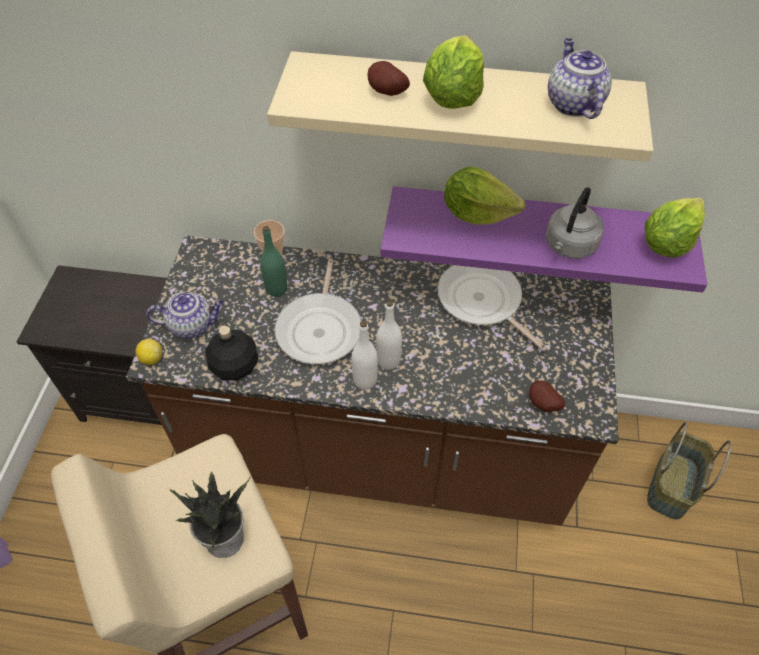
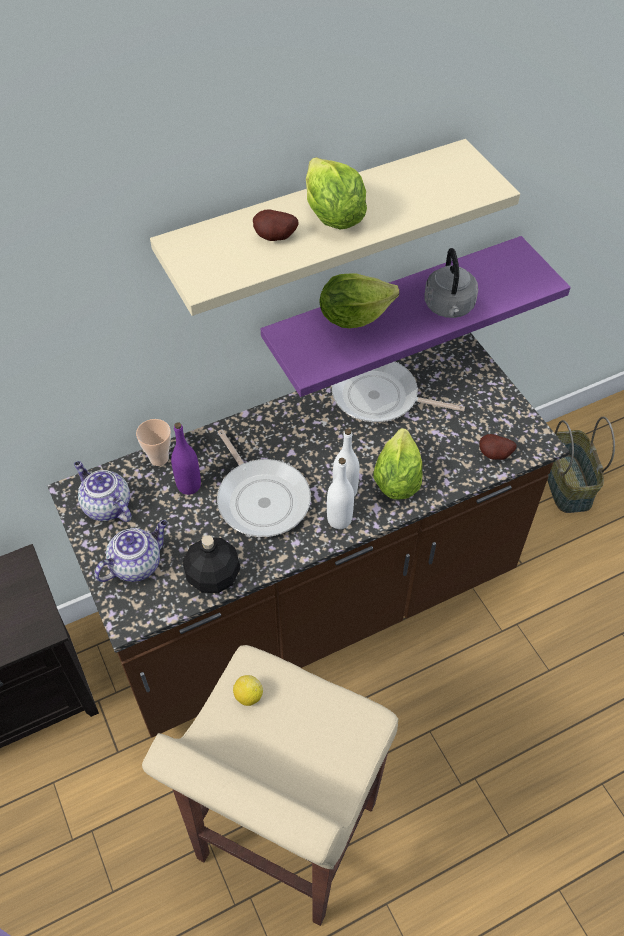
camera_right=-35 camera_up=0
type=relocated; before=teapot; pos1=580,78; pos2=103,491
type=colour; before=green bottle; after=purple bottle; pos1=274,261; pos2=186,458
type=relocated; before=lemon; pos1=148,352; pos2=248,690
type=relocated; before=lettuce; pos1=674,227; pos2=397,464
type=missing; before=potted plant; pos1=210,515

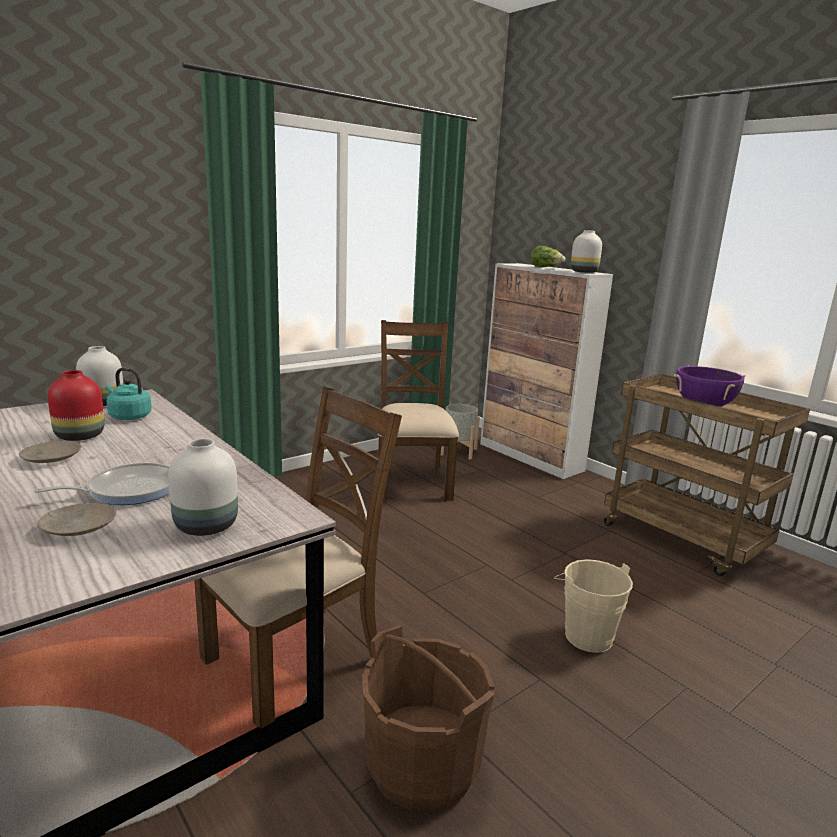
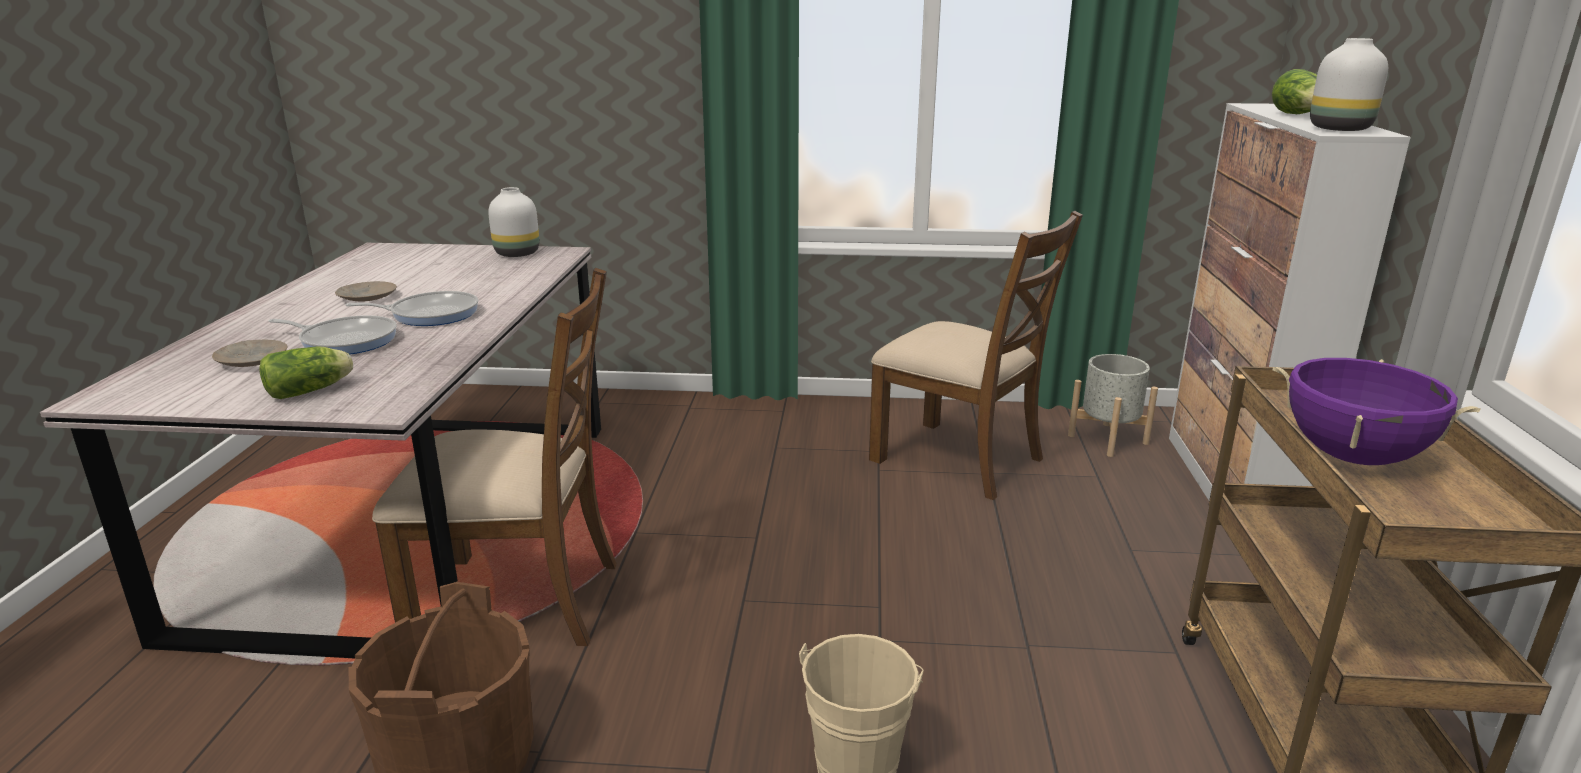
camera_right=45 camera_up=5
type=exchanged; before=white vase; after=lettuce; pos1=203,487; pos2=306,372
type=appeared; after=frying pan; pos2=411,308
type=spun; before=brown chair; pos1=418,410; pos2=976,355; turn=90
type=missing; before=red vase; pos1=76,405
type=missing; before=turquoise kettle; pos1=128,394

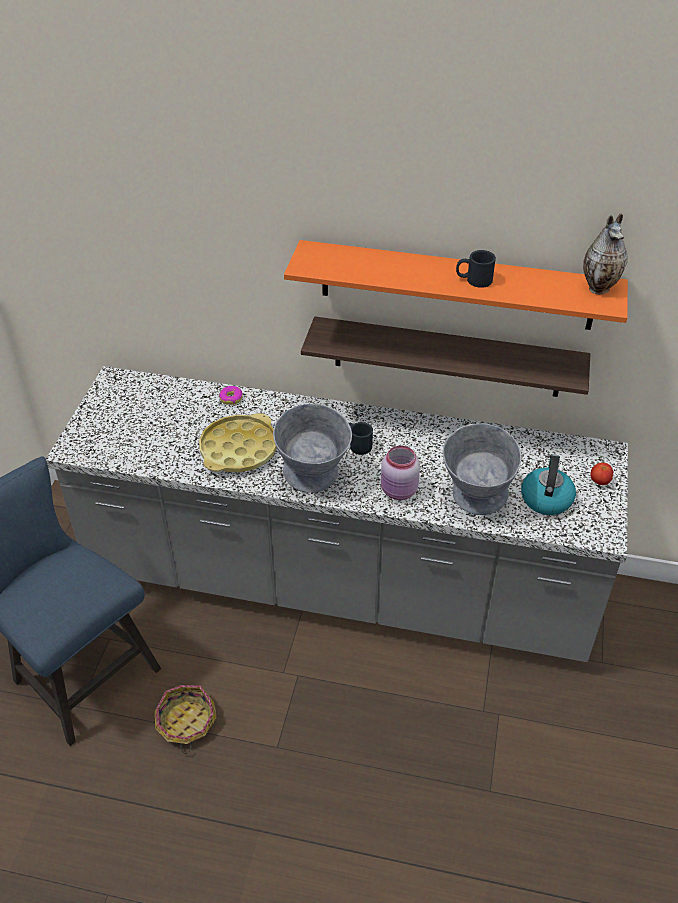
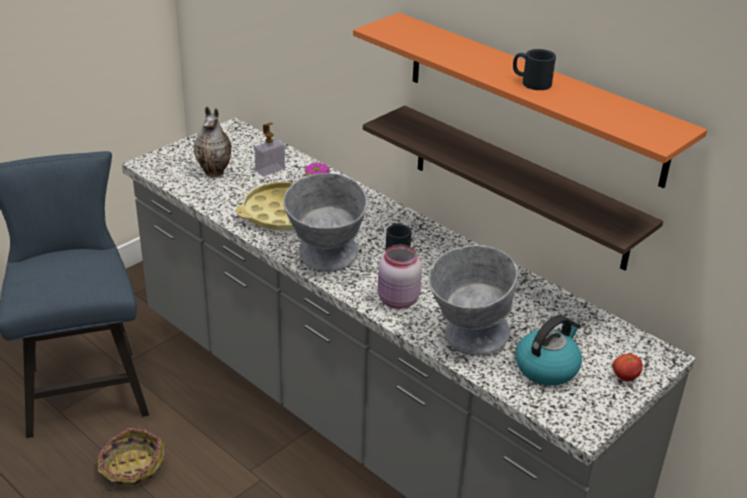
camera_right=30 camera_up=-10
type=relocated; before=vase; pos1=605,253; pos2=212,142
type=appeared; after=soap dispenser; pos2=269,149

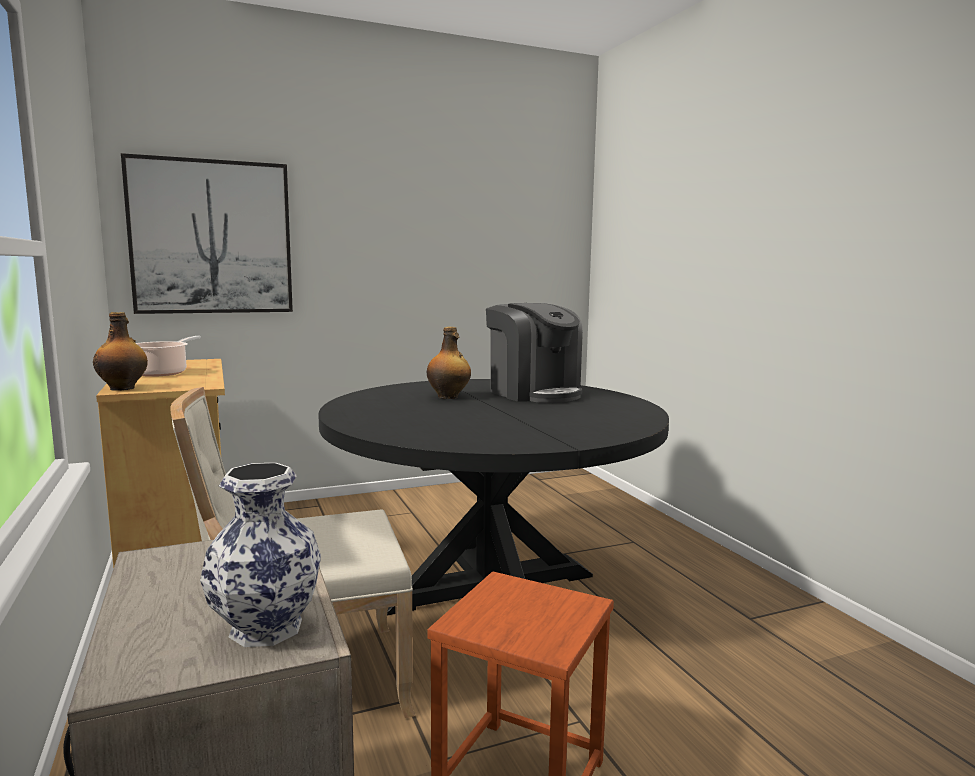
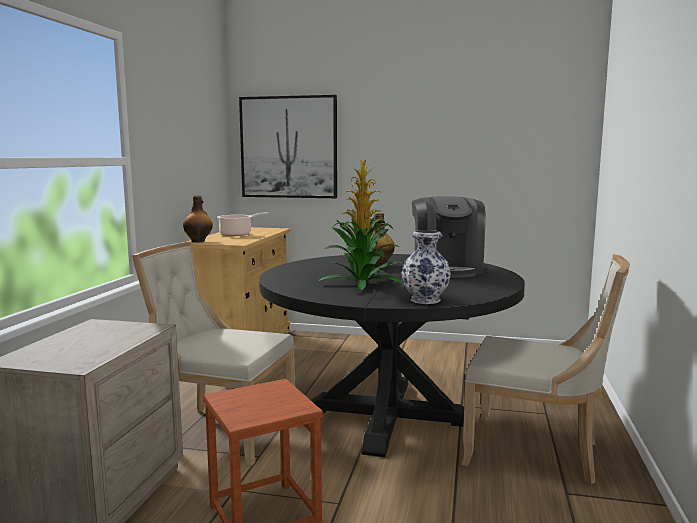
camera_right=35 camera_up=0
type=appeared; after=potted plant; pos2=360,224
type=relocated; before=vase; pos1=260,555; pos2=426,267
type=appeared; after=beige chair; pos2=545,369

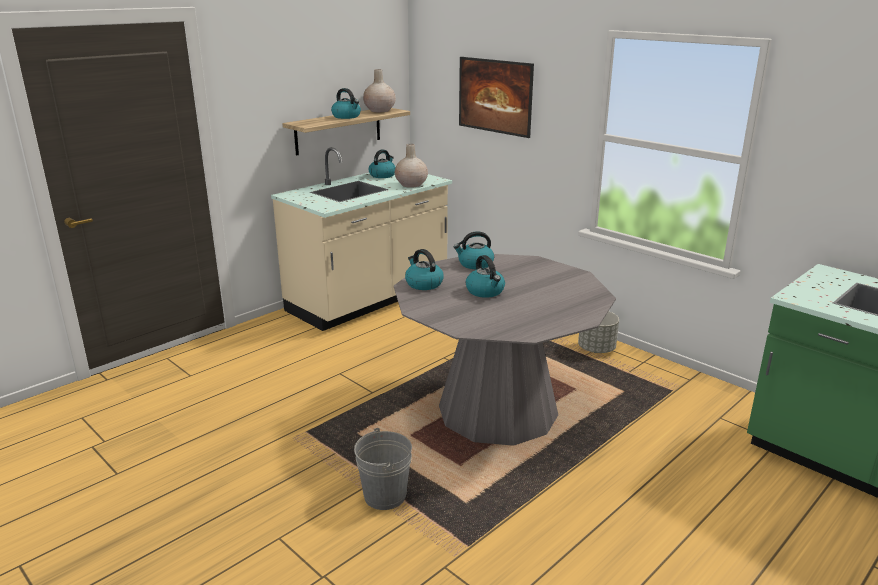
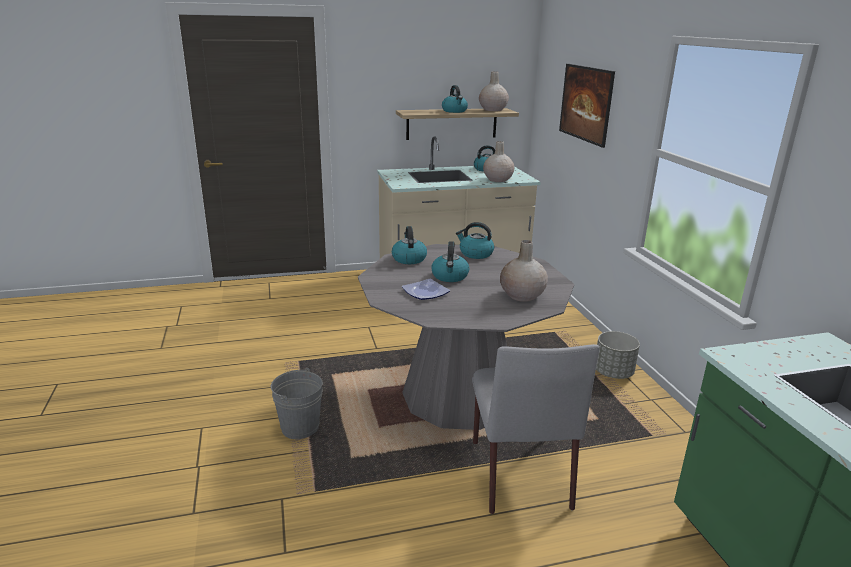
camera_right=30 camera_up=0
type=appeared; after=plate; pos2=426,289
type=appeared; after=grey chair; pos2=536,429
type=appeared; after=beige vase; pos2=524,271

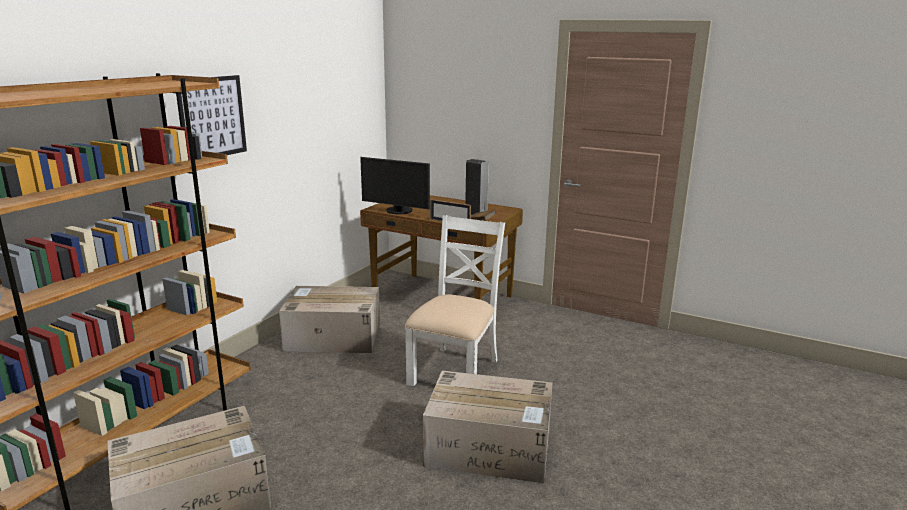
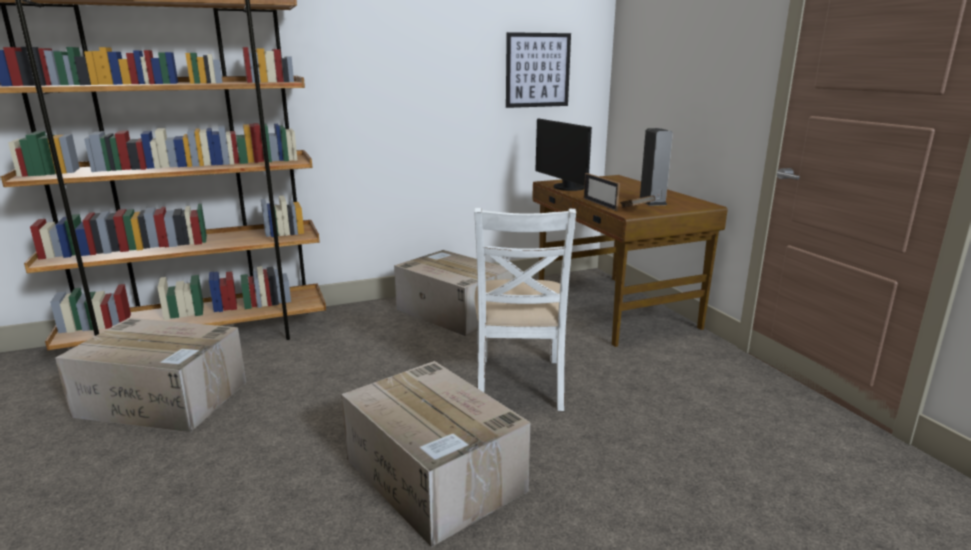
camera_right=40 camera_up=0
type=spun; before=white chair; pos1=455,300; pos2=525,309; turn=120
type=relocated; before=picture; pos1=211,115; pos2=538,70

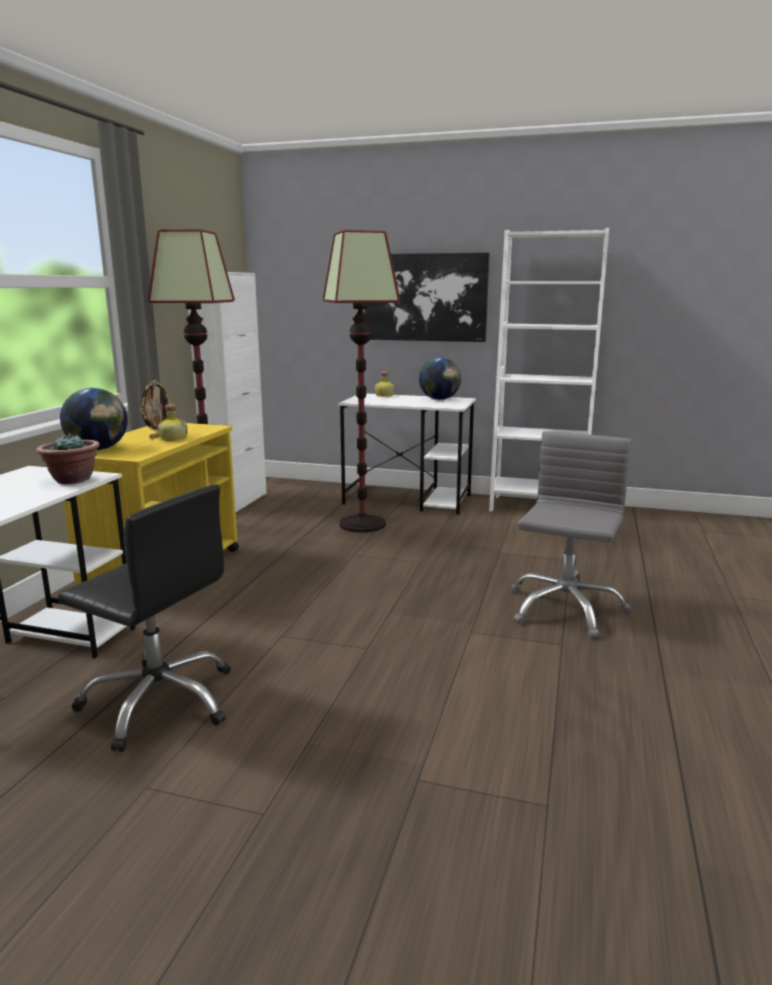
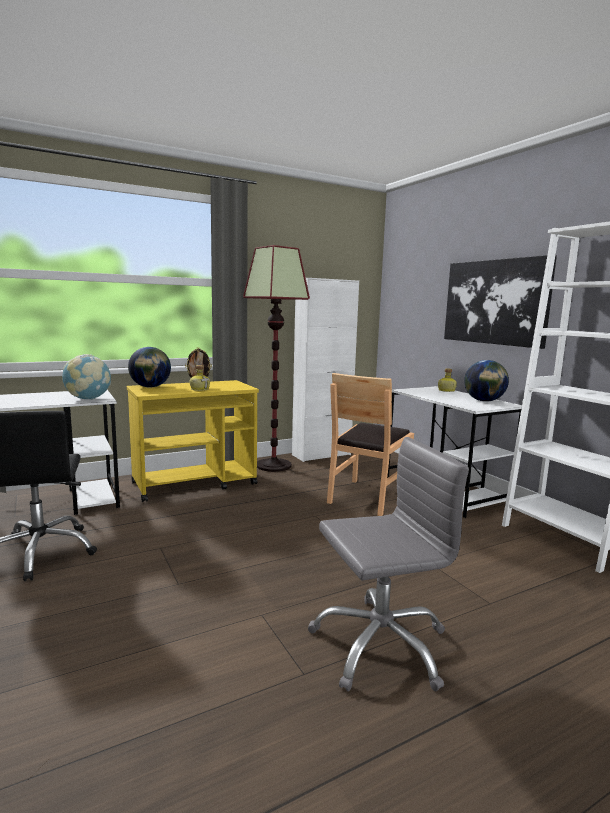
camera_right=45 camera_up=-5
type=exchanged; before=potted plant; after=globe; pos1=68,458; pos2=86,377
type=exchanged; before=floor lamp; after=brown chair; pos1=361,381; pos2=370,444

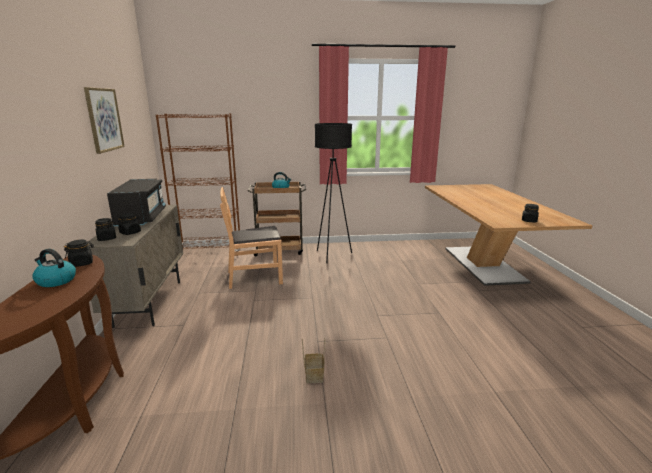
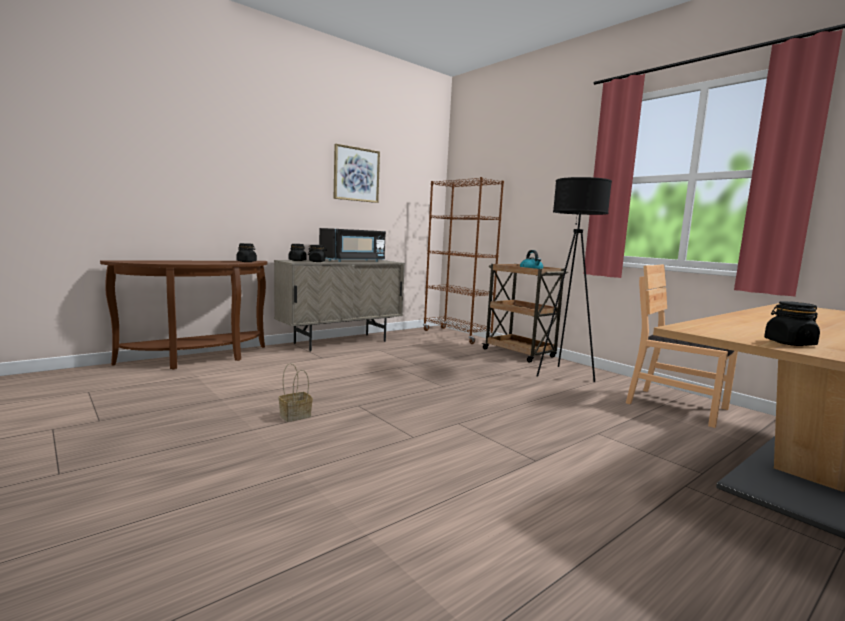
camera_right=55 camera_up=-10
type=relocated; before=brown chair; pos1=251,238; pos2=682,346
type=missing; before=kettle; pos1=54,268

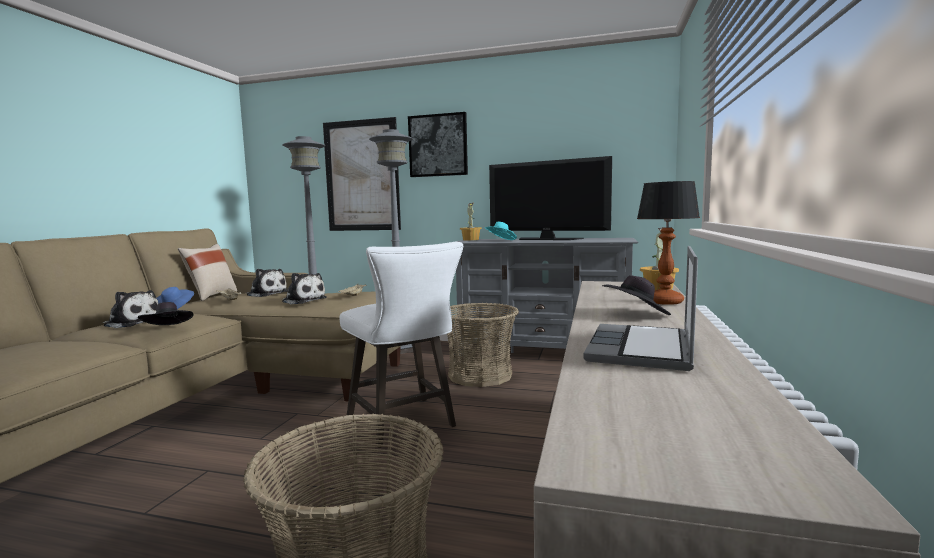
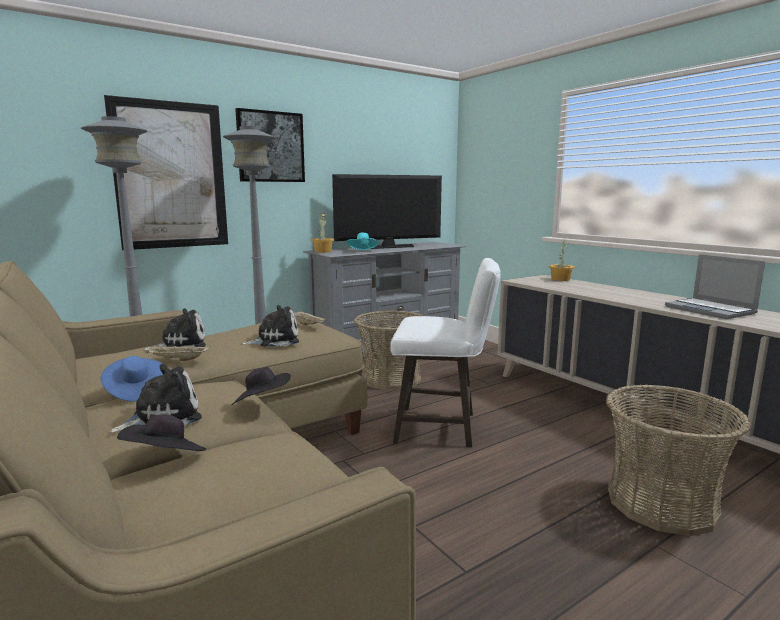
camera_right=-50 camera_up=5
type=relocated; before=black hat; pos1=636,295; pos2=161,432
type=missing; before=beige pillow; pos1=207,272
type=missing; before=table lamp; pos1=668,243

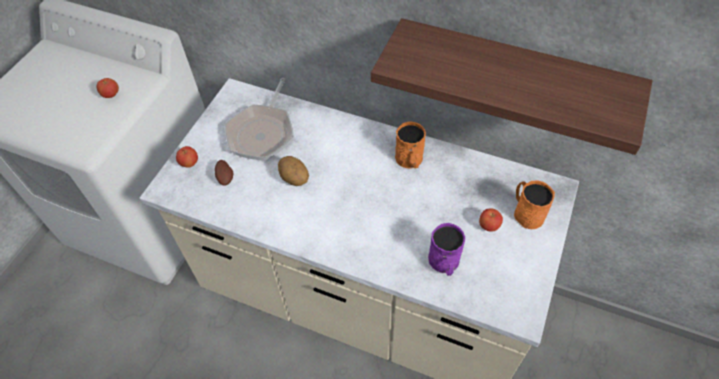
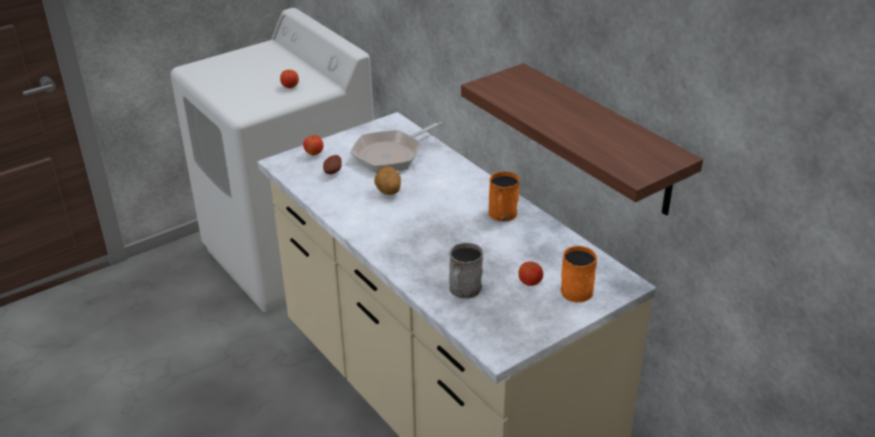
camera_right=30 camera_up=-20
type=colour; before=purple mug; after=grey mug; pos1=446,249; pos2=466,271

